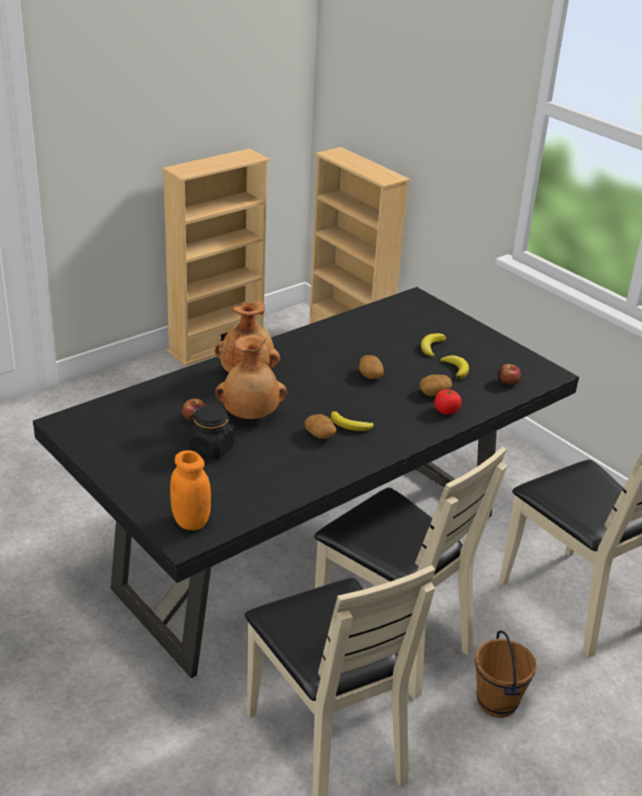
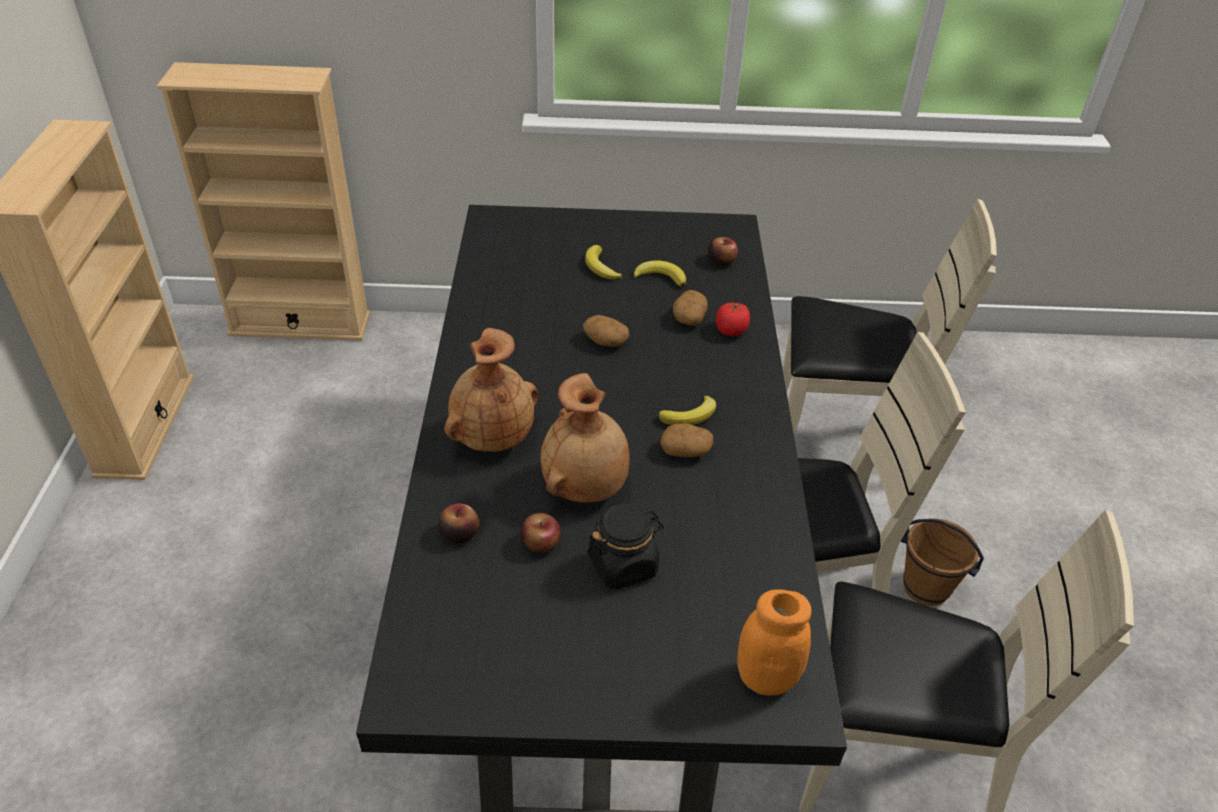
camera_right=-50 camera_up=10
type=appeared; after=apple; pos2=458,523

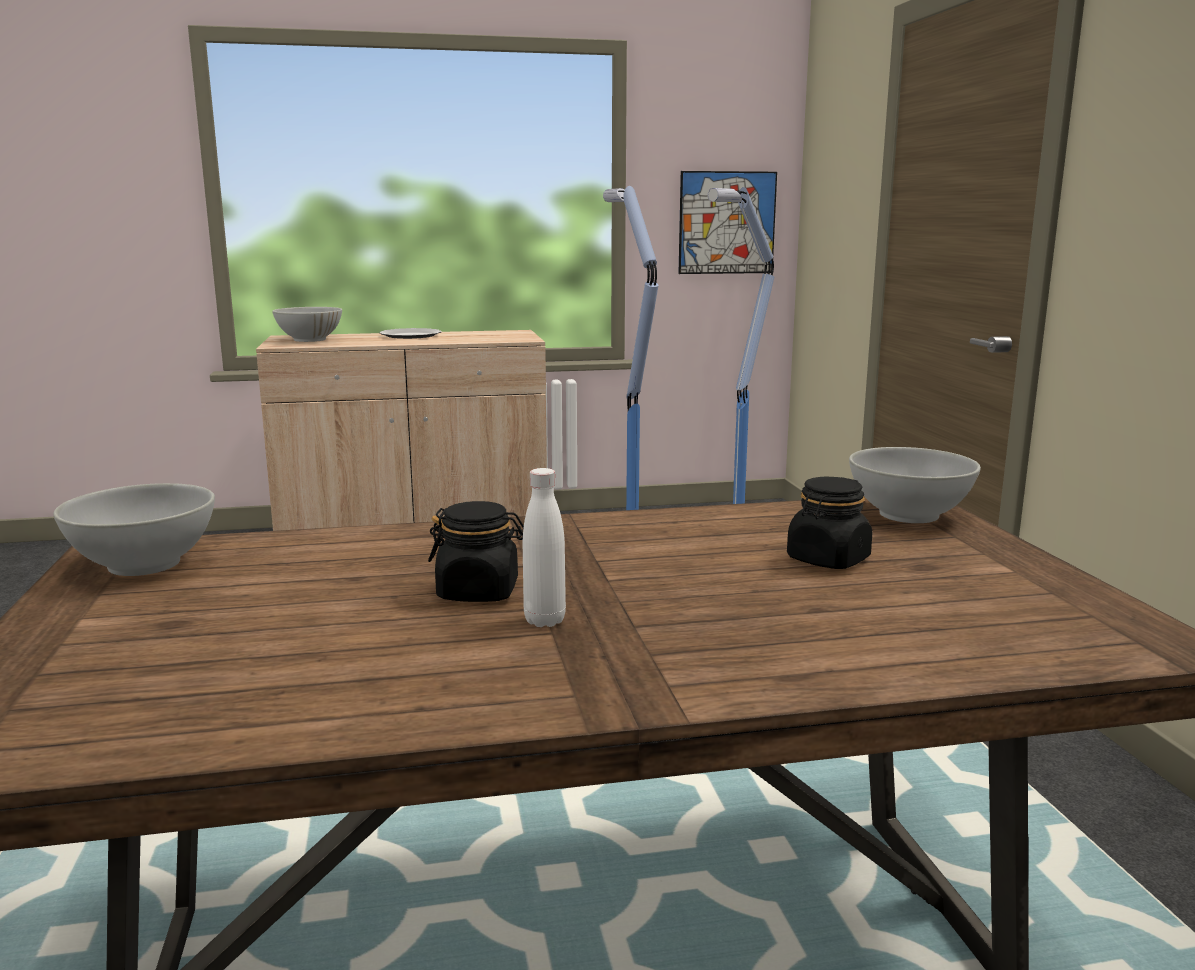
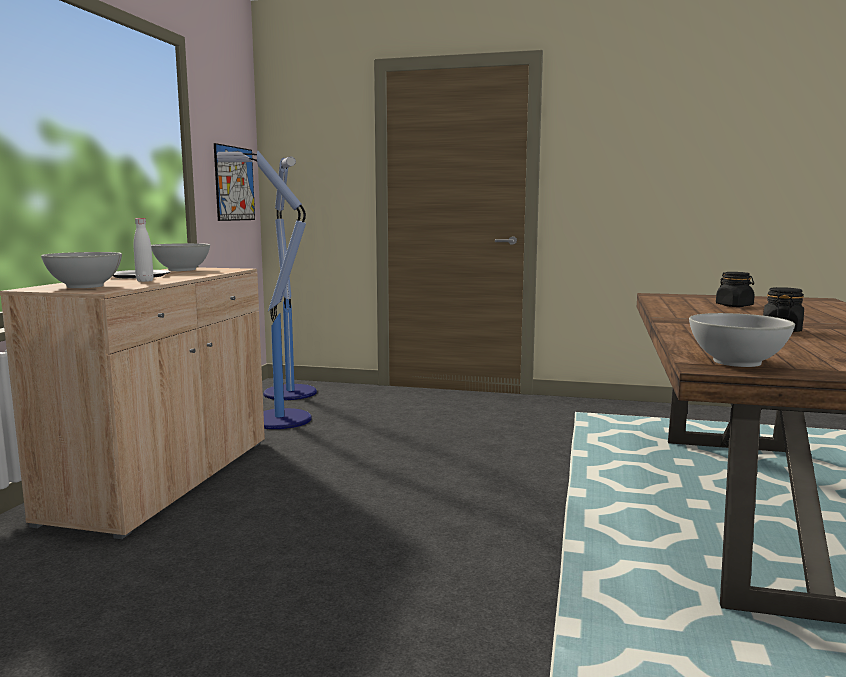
camera_right=-65 camera_up=-5
type=relocated; before=white bottle; pos1=544,547; pos2=144,250
type=relocated; before=white bowl; pos1=915,485; pos2=180,257

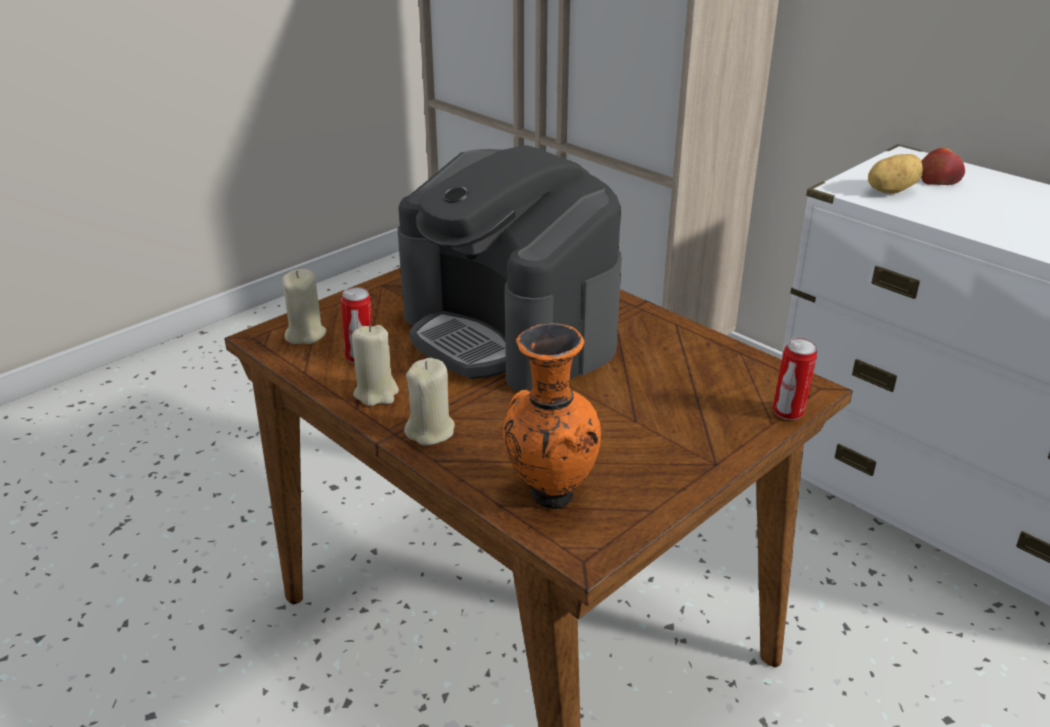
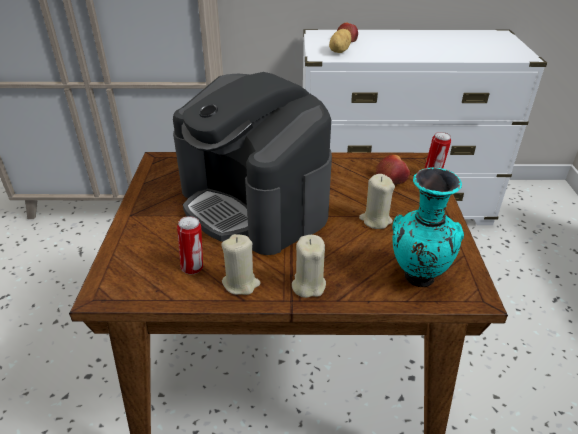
camera_right=-45 camera_up=5
type=spun; before=coffee machine; pos1=509,268; pos2=252,163; turn=45
type=relocated; before=beige candle; pos1=304,306; pos2=377,201
type=appeared; after=apple; pos2=393,170
type=colour; before=orange vase; after=turquoise vase; pos1=552,416; pos2=428,228

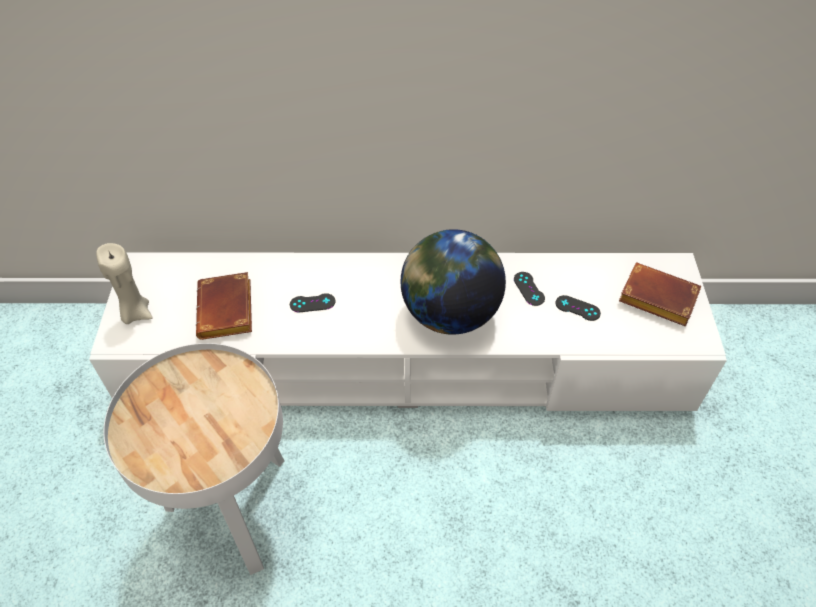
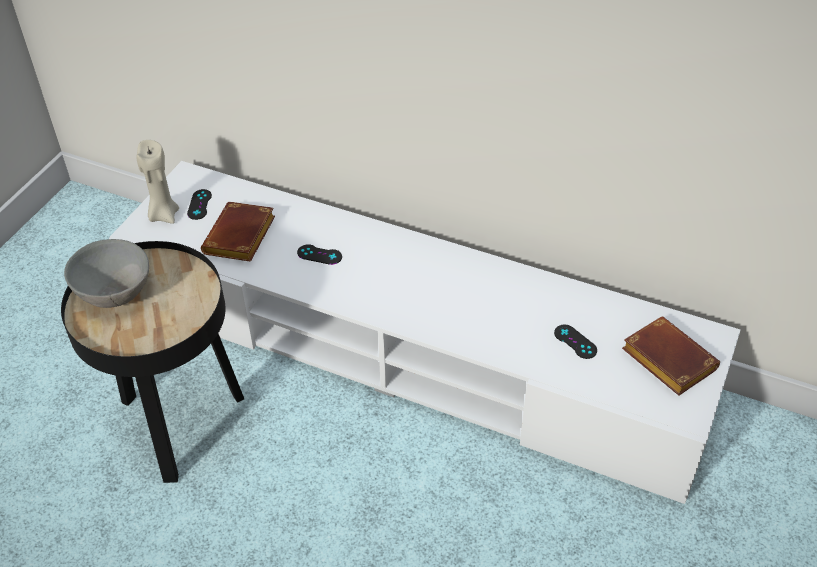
camera_right=25 camera_up=-5
type=colour; before=white side table; after=black side table; pos1=194,459; pos2=152,362
type=appeared; after=grey bowl; pos2=106,273
type=relocated; before=black game controller; pos1=529,289; pos2=199,204
type=missing; before=globe; pos1=453,282

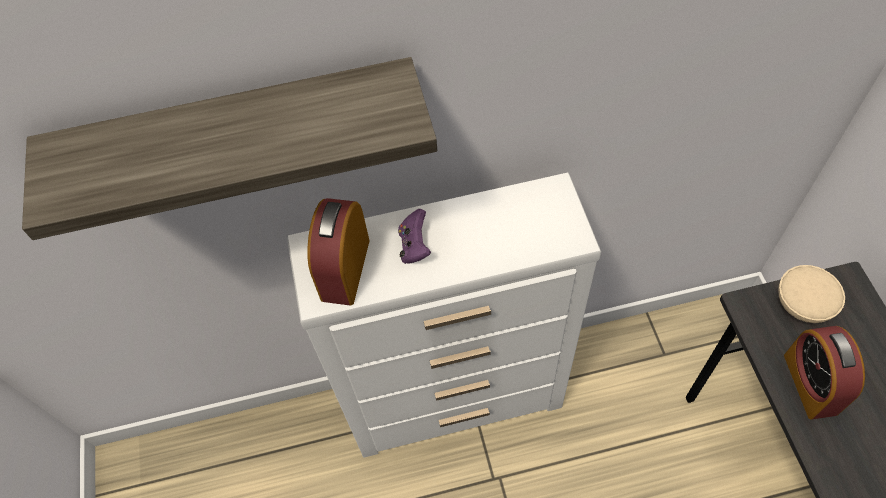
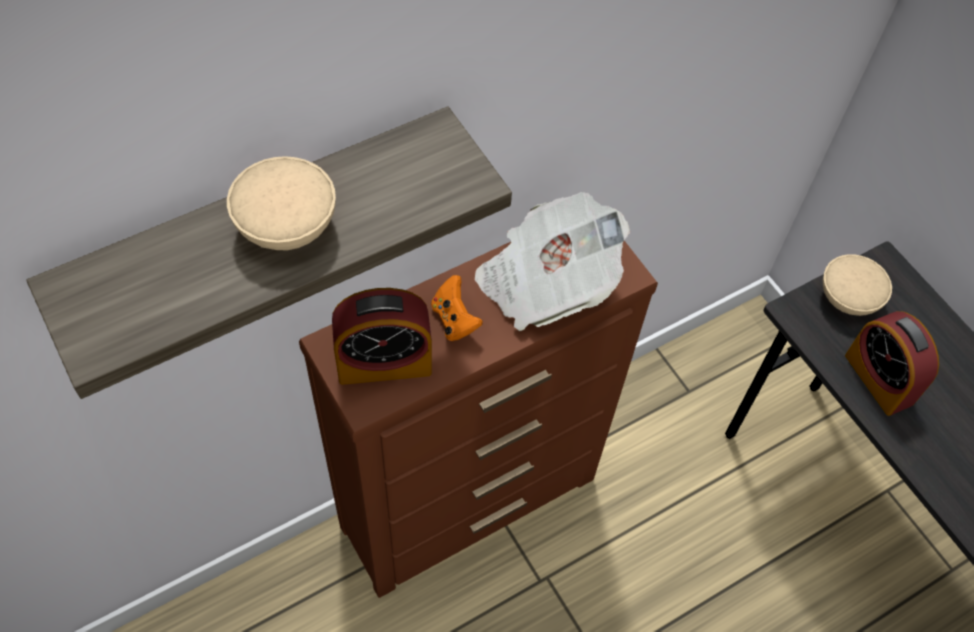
camera_right=-25 camera_up=0
type=appeared; after=beige bowl; pos2=281,203
type=colour; before=white dresser; after=brown dresser; pos1=444,315; pos2=478,419
type=spun; before=alarm clock; pos1=338,251; pos2=382,336; turn=-90
type=colour; before=purple game controller; after=orange game controller; pos1=414,236; pos2=457,308
type=appeared; after=newspaper; pos2=552,261

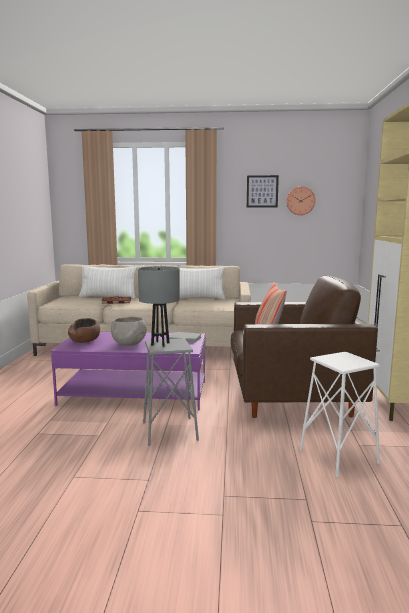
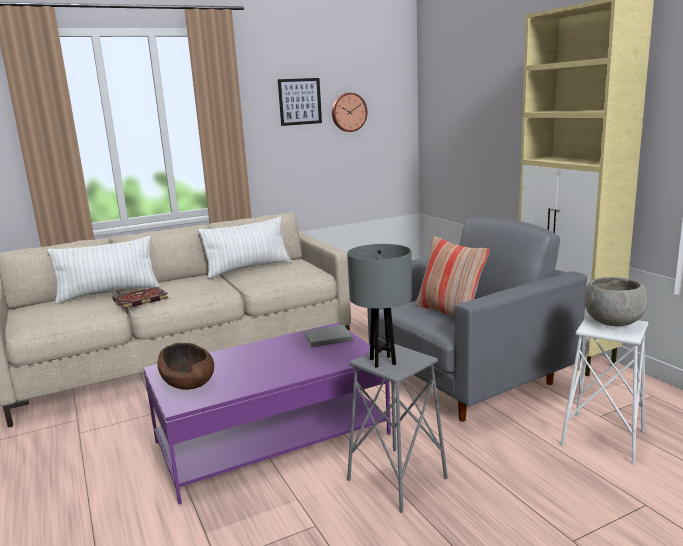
camera_right=-30 camera_up=5
type=colour; before=brown armchair; after=grey armchair; pos1=304,346; pos2=477,319
type=relocated; before=grey bowl; pos1=129,331; pos2=616,301

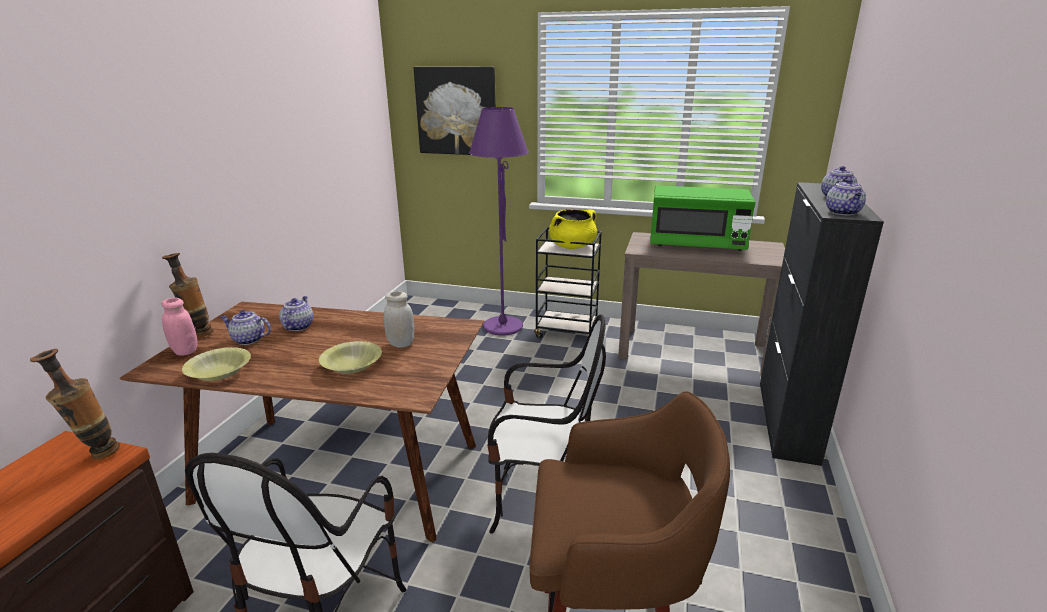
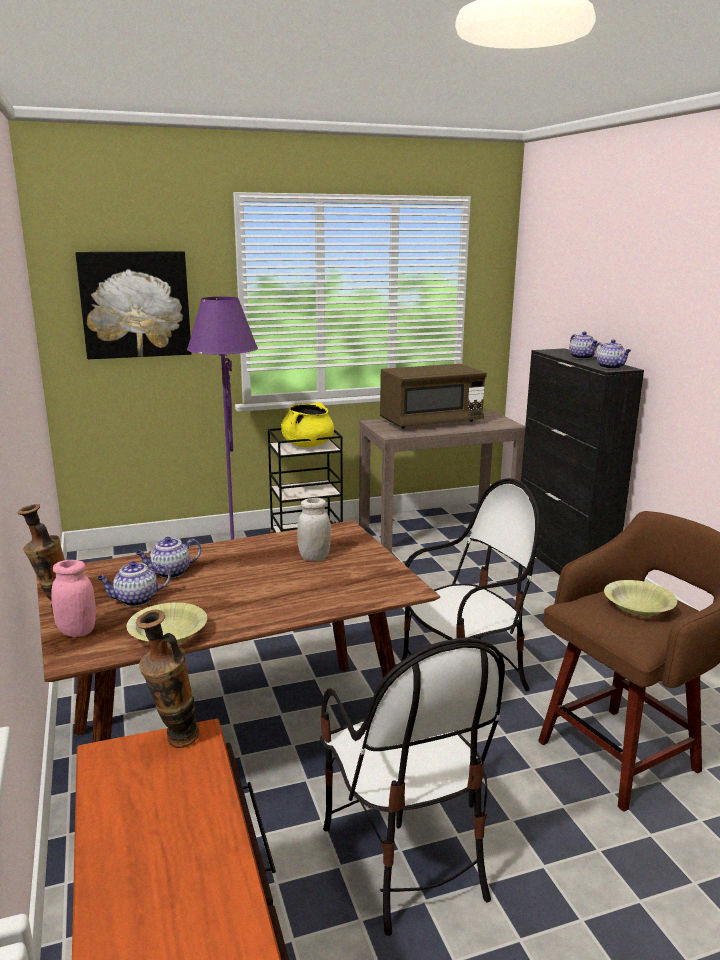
camera_right=-35 camera_up=-5
type=spun; before=teapot; pos1=296,313; pos2=168,557; turn=-90
type=colour; before=green microwave; after=brown microwave; pos1=703,218; pos2=433,396
type=relocated; before=yellow bowl; pos1=350,357; pos2=640,598

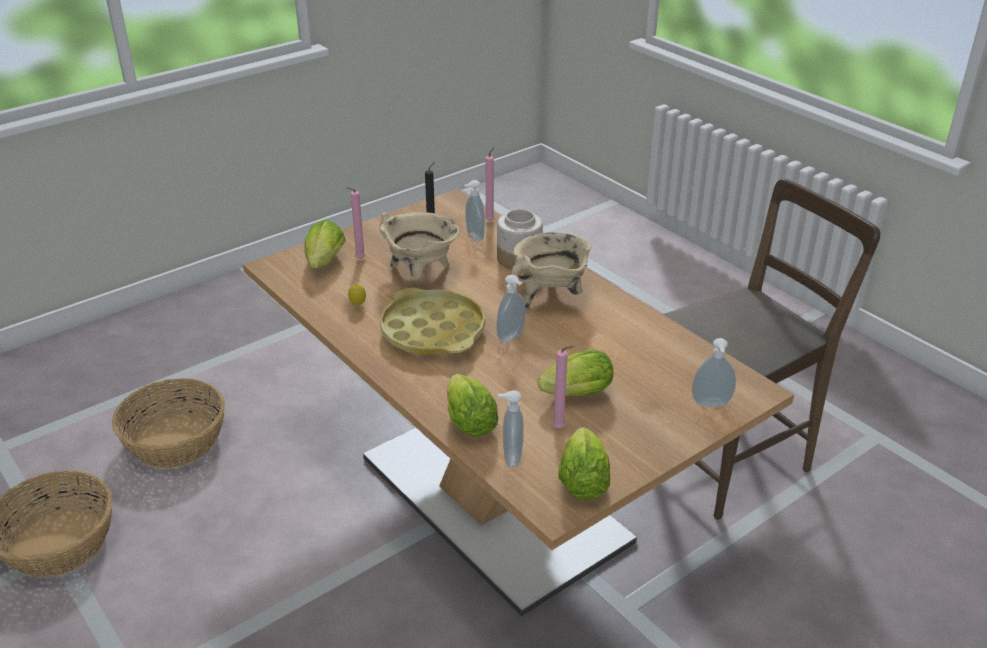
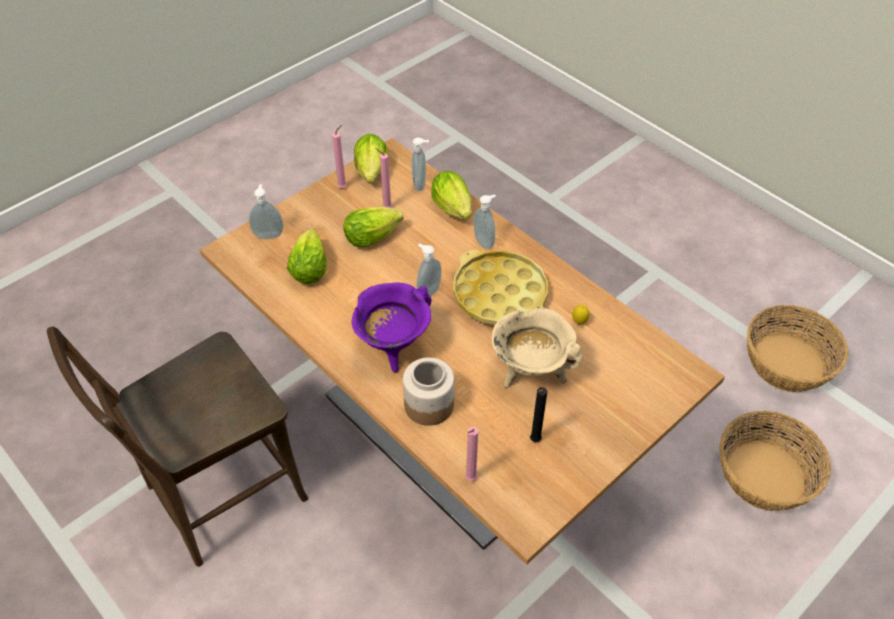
camera_right=175 camera_up=15
type=relocated; before=lettuce; pos1=325,244; pos2=307,256
type=relocated; before=pink candle; pos1=356,223; pos2=339,156
type=colour; before=beige cooking pot; after=purple cooking pot; pos1=552,270; pos2=391,327
type=relocated; before=soap dispenser; pos1=474,211; pos2=485,221

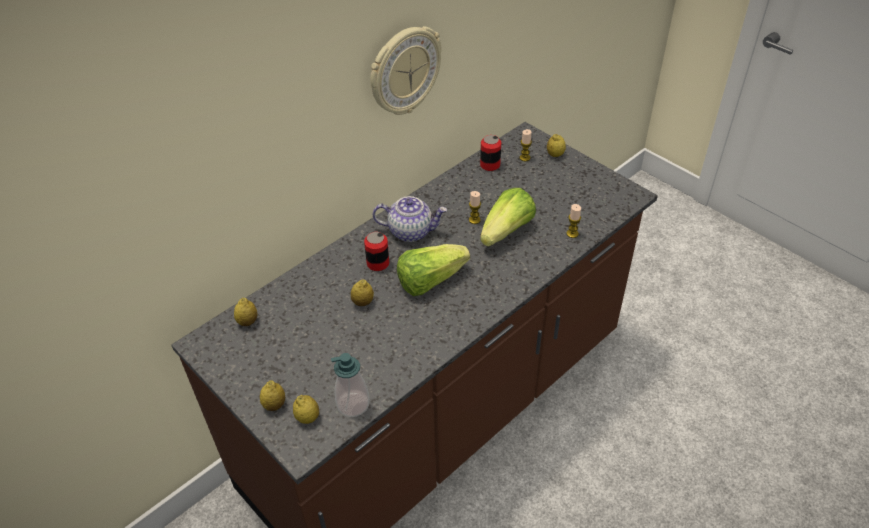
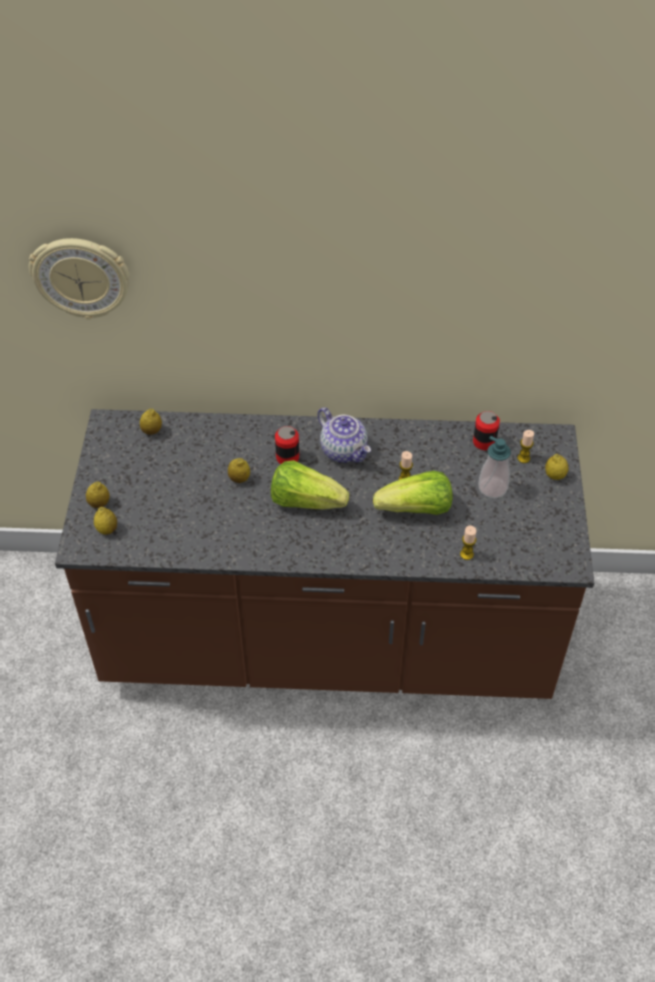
camera_right=45 camera_up=5
type=relocated; before=wall clock; pos1=406,70; pos2=79,279
type=relocated; before=soap dispenser; pos1=350,385; pos2=494,467

